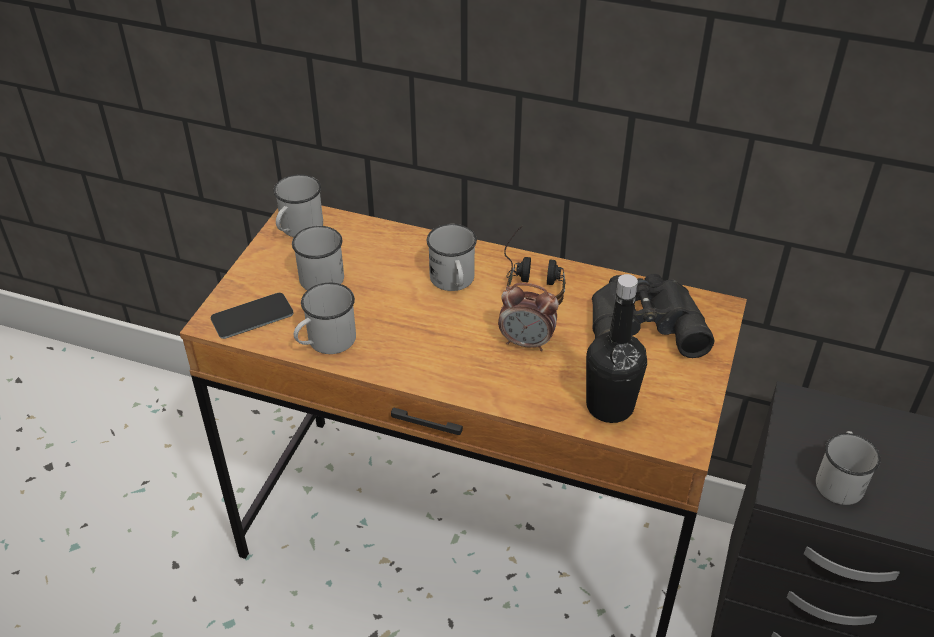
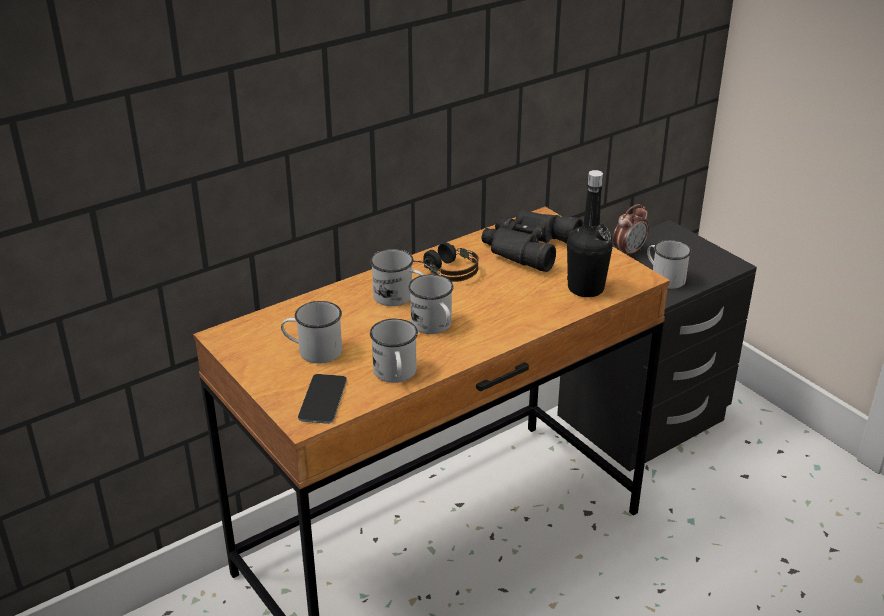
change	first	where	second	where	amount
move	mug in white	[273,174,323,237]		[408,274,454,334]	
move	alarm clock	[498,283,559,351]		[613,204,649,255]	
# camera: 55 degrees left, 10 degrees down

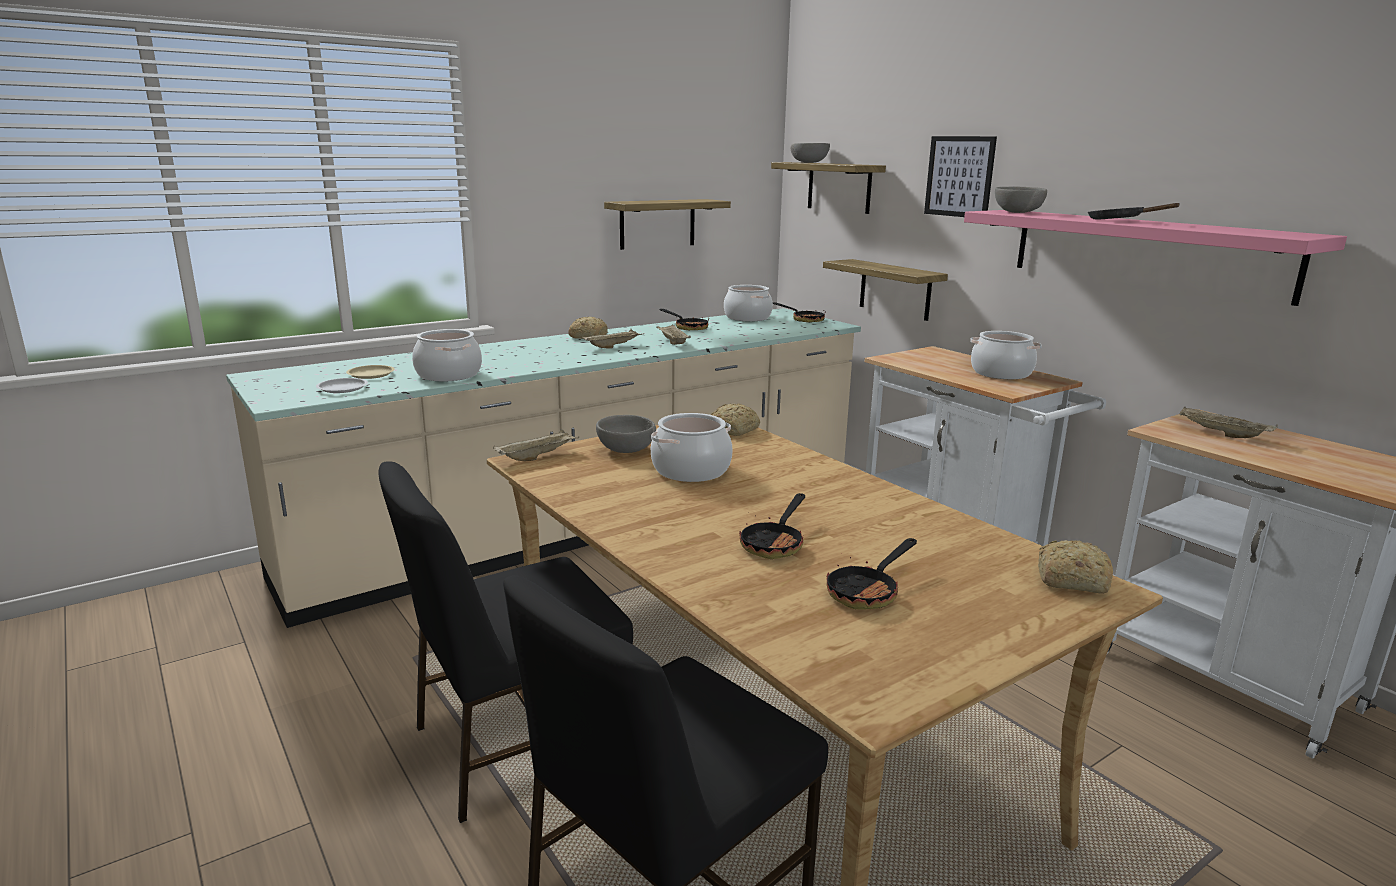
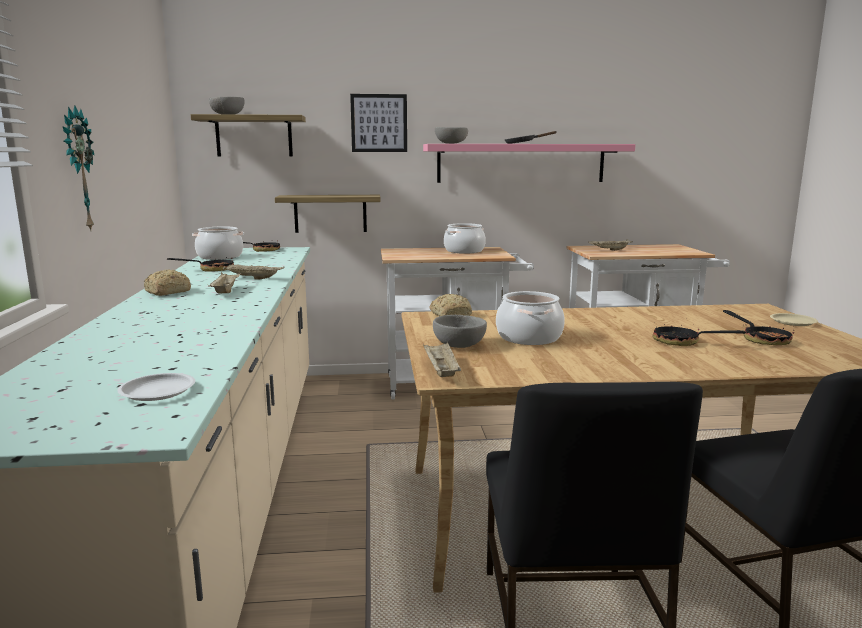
change	first	where	second	where	amount
delete	shelf	[604,199,731,250]			
delete	cooking pot	[412,329,482,381]			
move	plate in beige	[346,365,395,379]		[770,313,818,326]	
rotate	frying pan	[739,493,805,559]		[653,324,746,346]	150 degrees clockwise
delete	bread	[1038,540,1113,594]			
insert			wall clock	[62,105,94,230]	
# camera: 60 degrees left, 5 degrees down

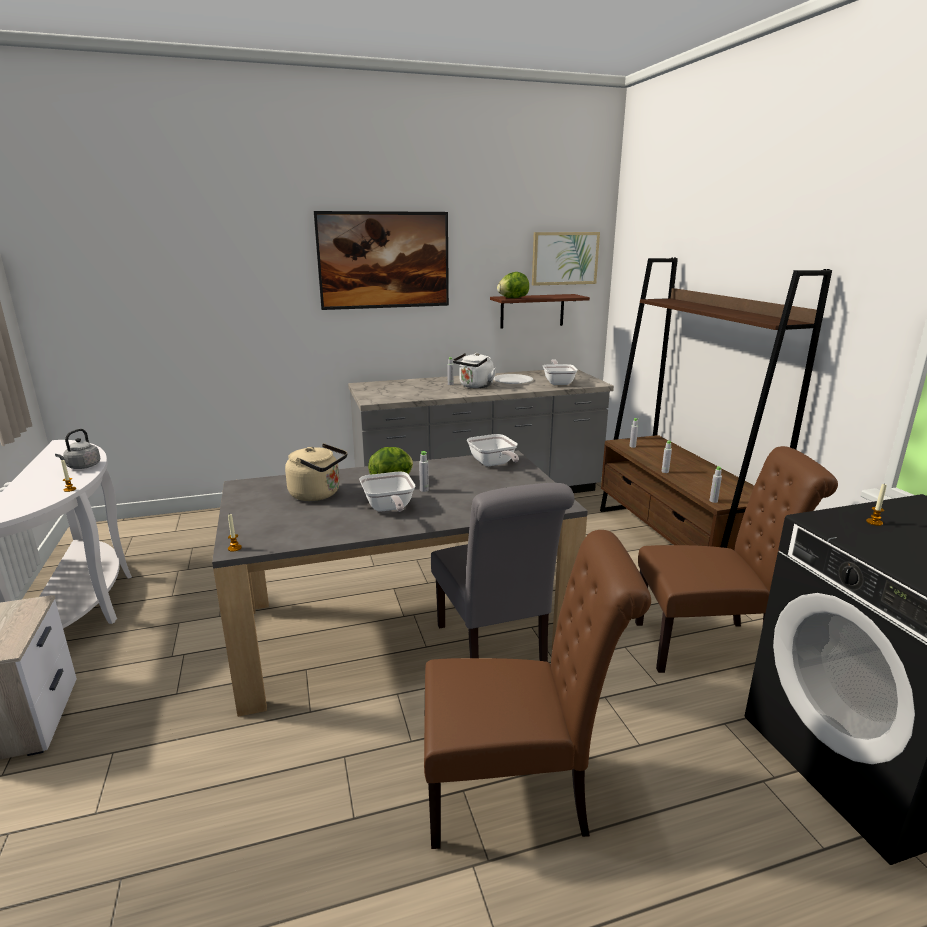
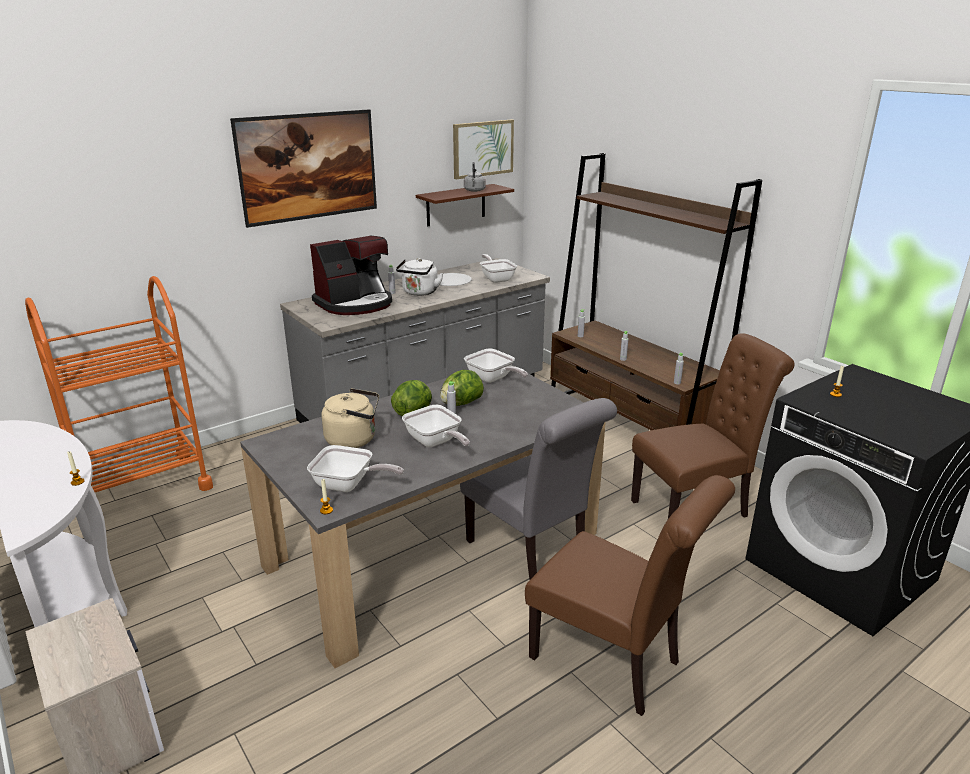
change	first	where	second	where	amount
move	lettuce	[497,272,529,298]		[440,370,484,406]	
move	kettle in grey	[55,429,100,469]		[464,162,486,192]	
rotate	chair in brown	[424,530,651,849]		[525,475,735,716]	60 degrees clockwise
insert			coffee machine	[310,236,392,315]	
insert			cart in orange	[25,276,213,492]	
insert			frying pan	[307,445,404,492]	
# camera: 20 degrees left, 5 degrees up

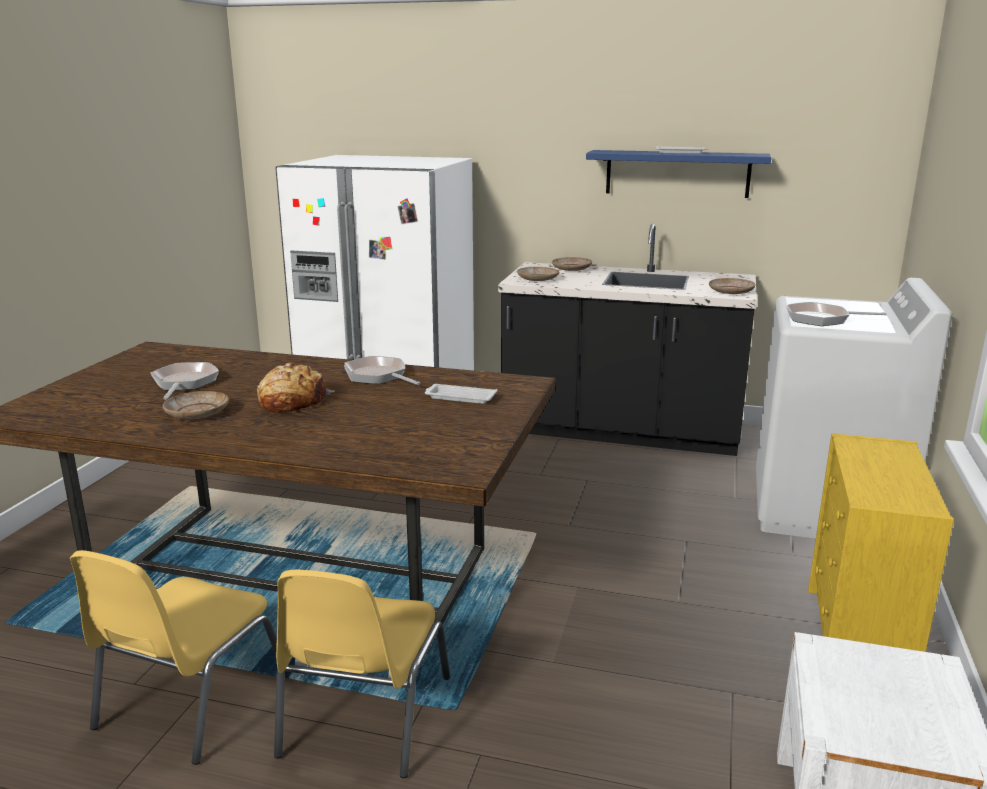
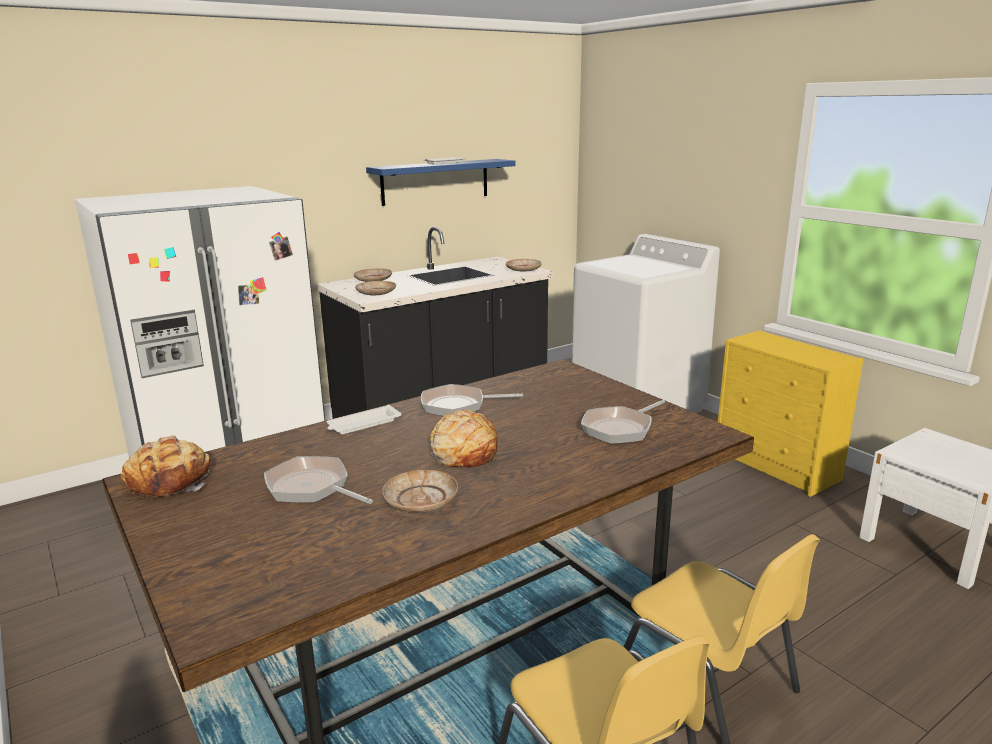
change	first	where	second	where	amount
move	frying pan	[786,302,887,326]		[581,400,665,444]	
move	tray in white	[425,384,497,404]		[326,405,401,434]	
insert			bread	[121,436,211,499]	
# camera: 50 degrees left, 0 degrees up

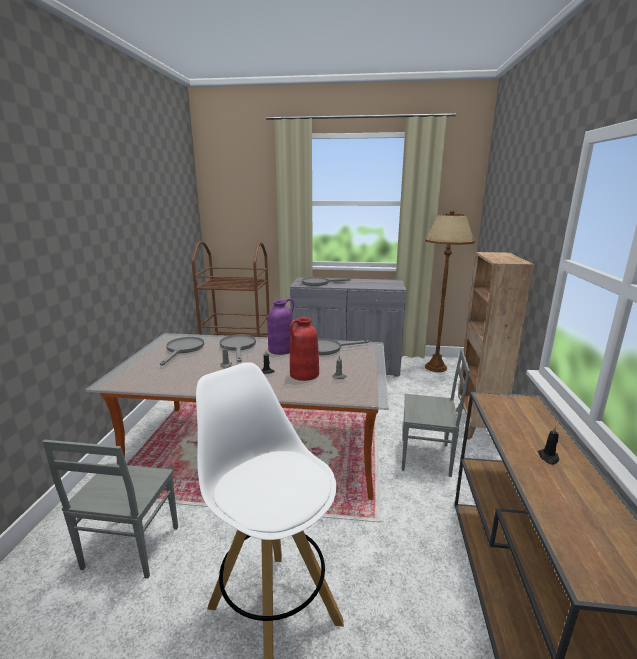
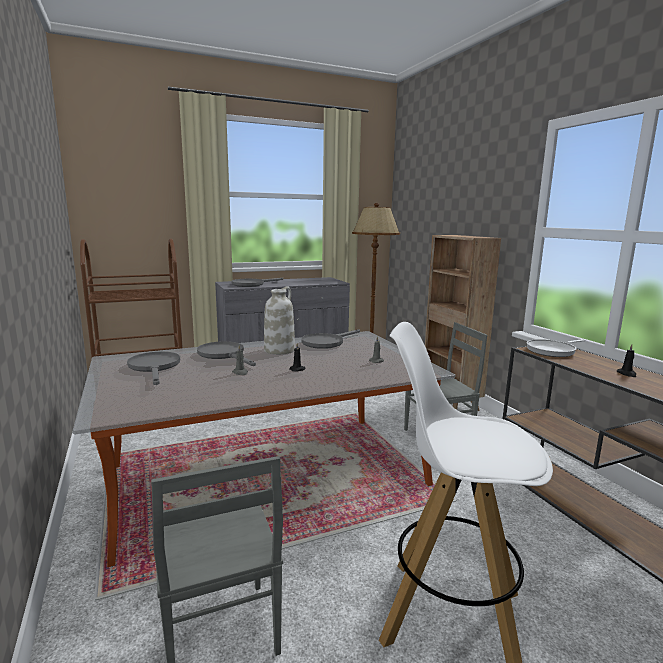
change	first	where	second	where	amount
recolor	vase in purple	[268,298,294,355]	vase in white	[264,286,295,355]	
delete	vase in red	[290,317,319,381]			
insert			frying pan	[527,339,586,357]	
# camera: 30 degrees left, 5 degrees down

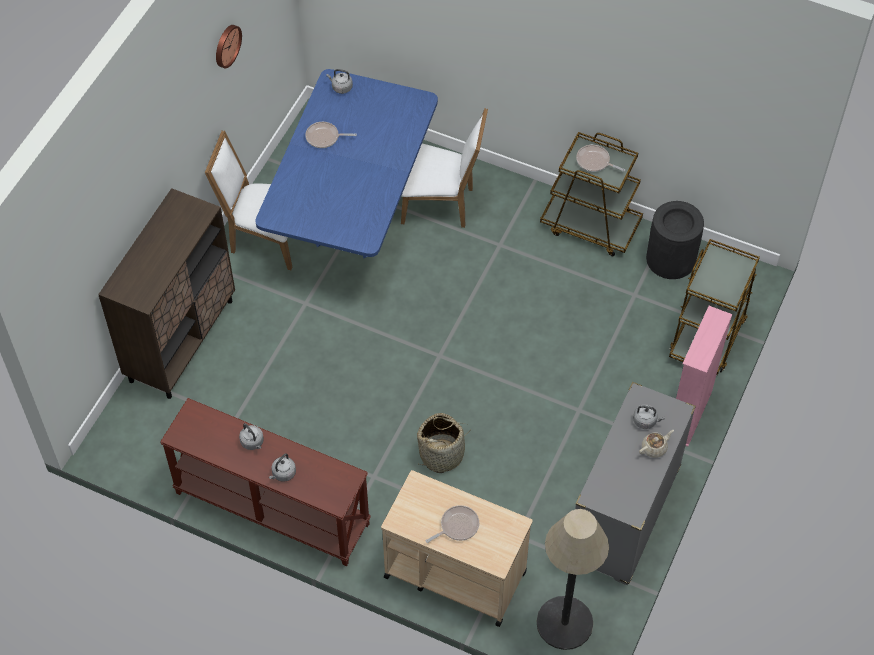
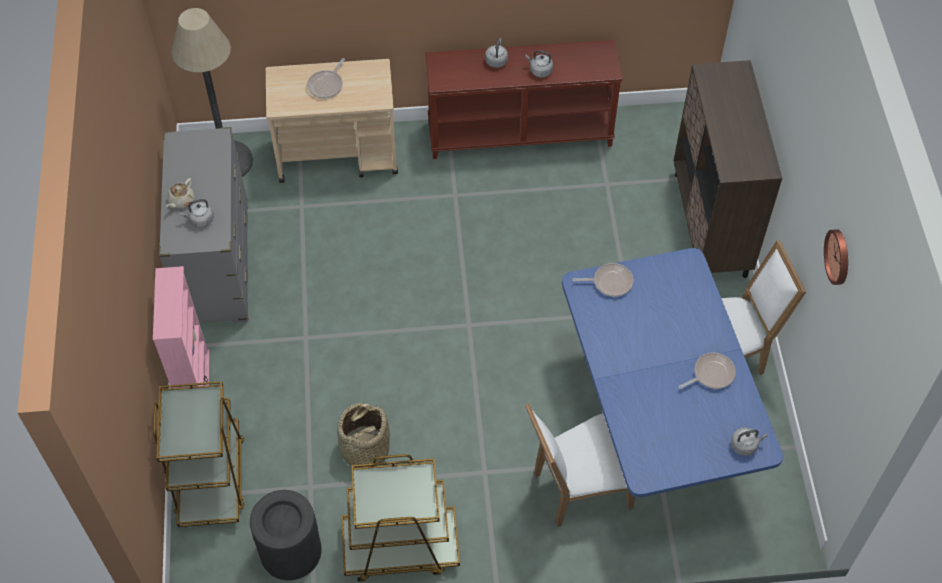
change	first	where	second	where	amount
move	frying pan	[576,145,625,172]		[572,263,633,297]	
move	basket	[417,413,469,473]		[337,403,390,472]	
# camera: 150 degrees right, 0 degrees up

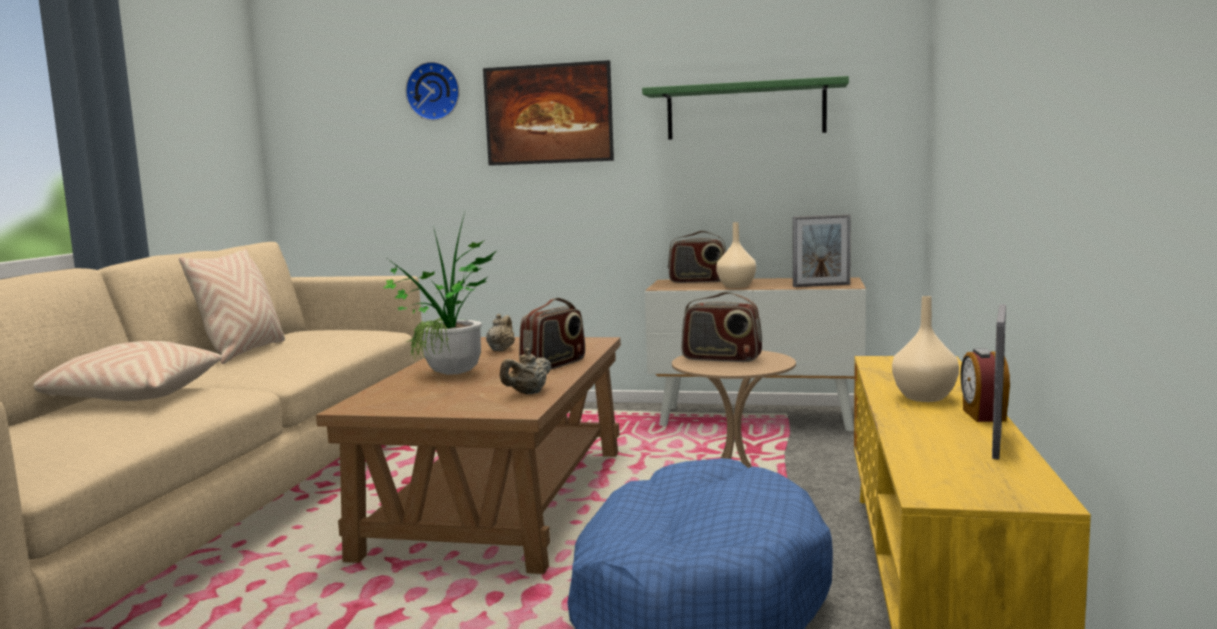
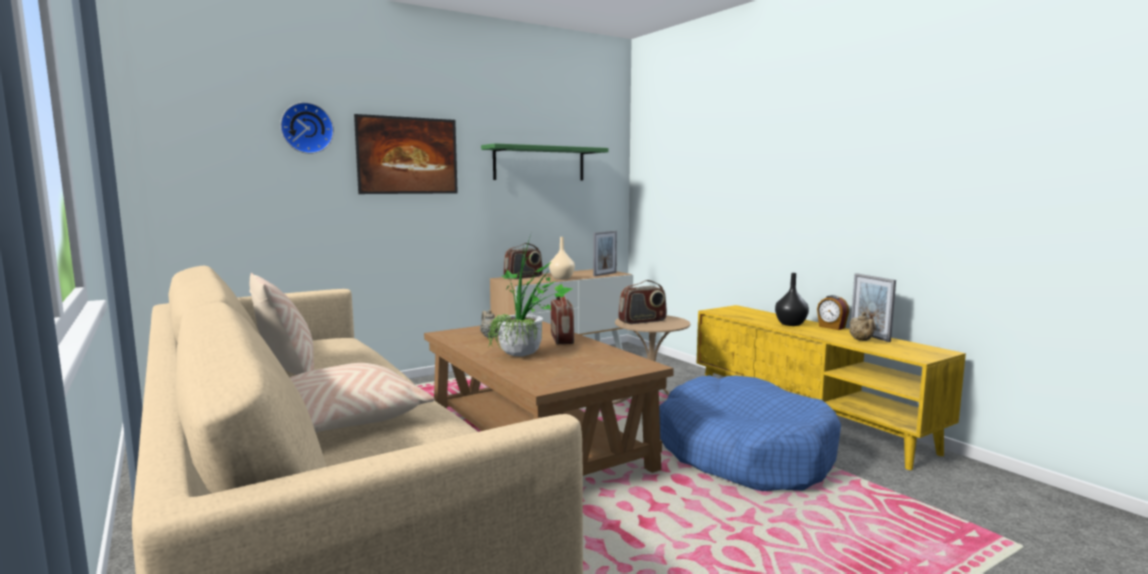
change	first	where	second	where	amount
recolor	vase in beige	[892,296,959,402]	vase in black	[775,273,809,326]	
move	teapot in beige	[500,349,551,394]		[849,312,874,341]	
# camera: 45 degrees left, 0 degrees up

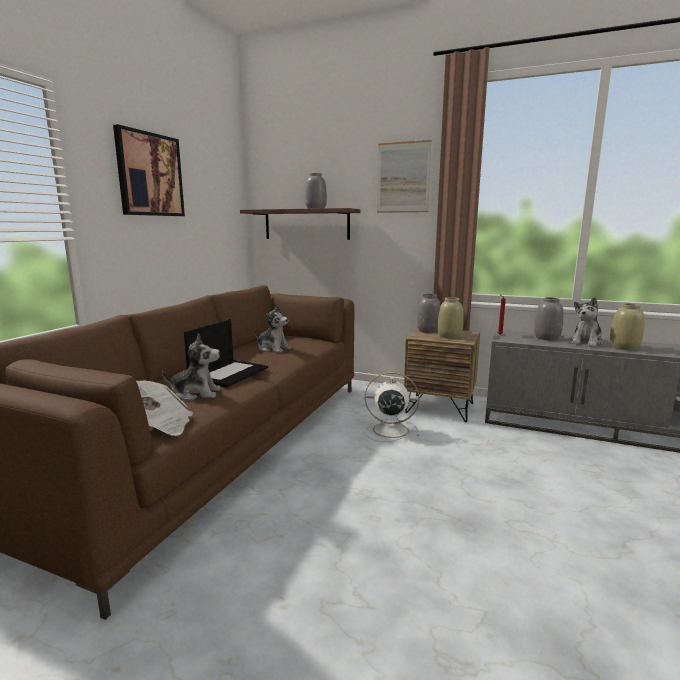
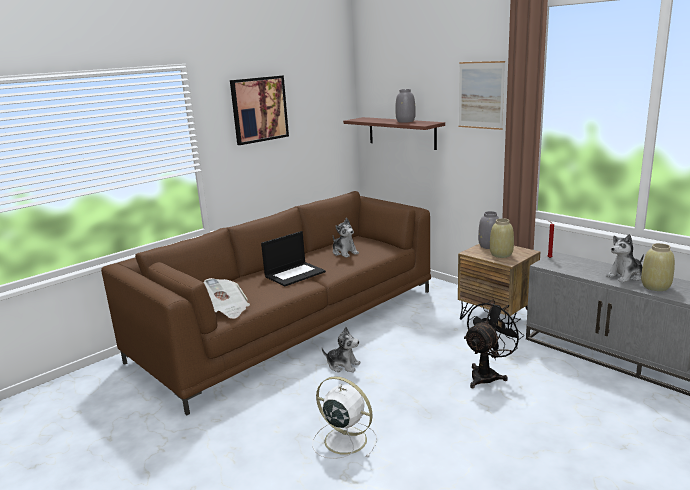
change	first	where	second	where	amount
delete	vase in grey	[534,297,564,341]			
move	plush toy	[162,334,221,400]		[322,327,360,373]	
move	fan in white	[364,372,419,442]		[312,376,377,459]	
insert			fan in black	[464,299,524,388]	
# camera: 25 degrees right, 5 degrees up

